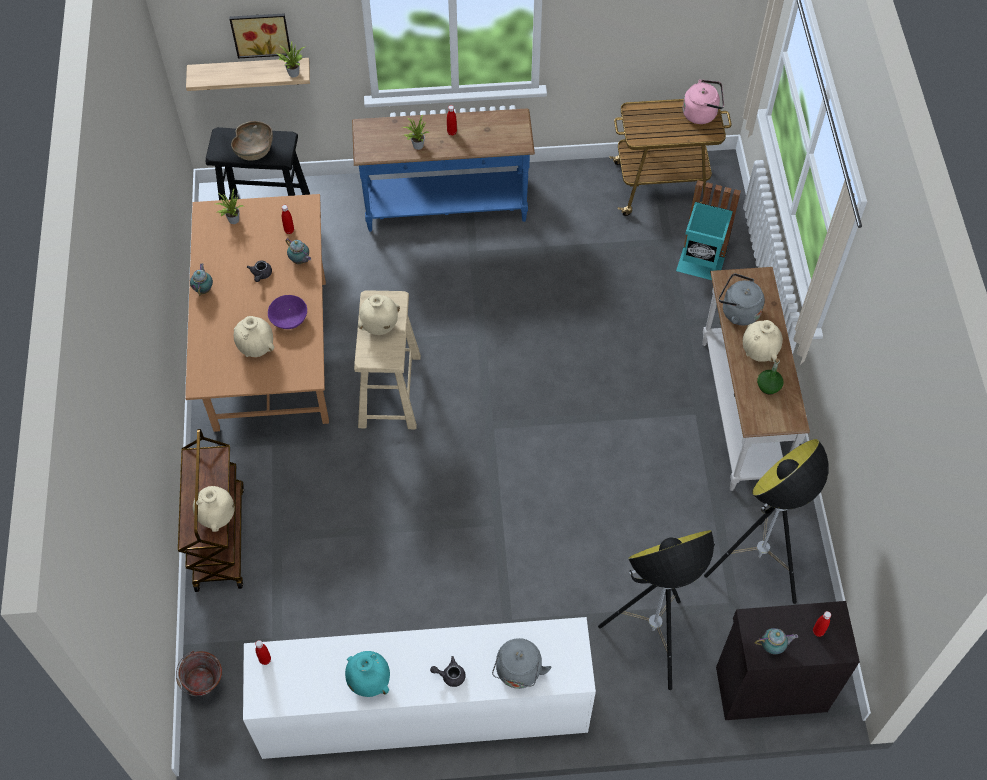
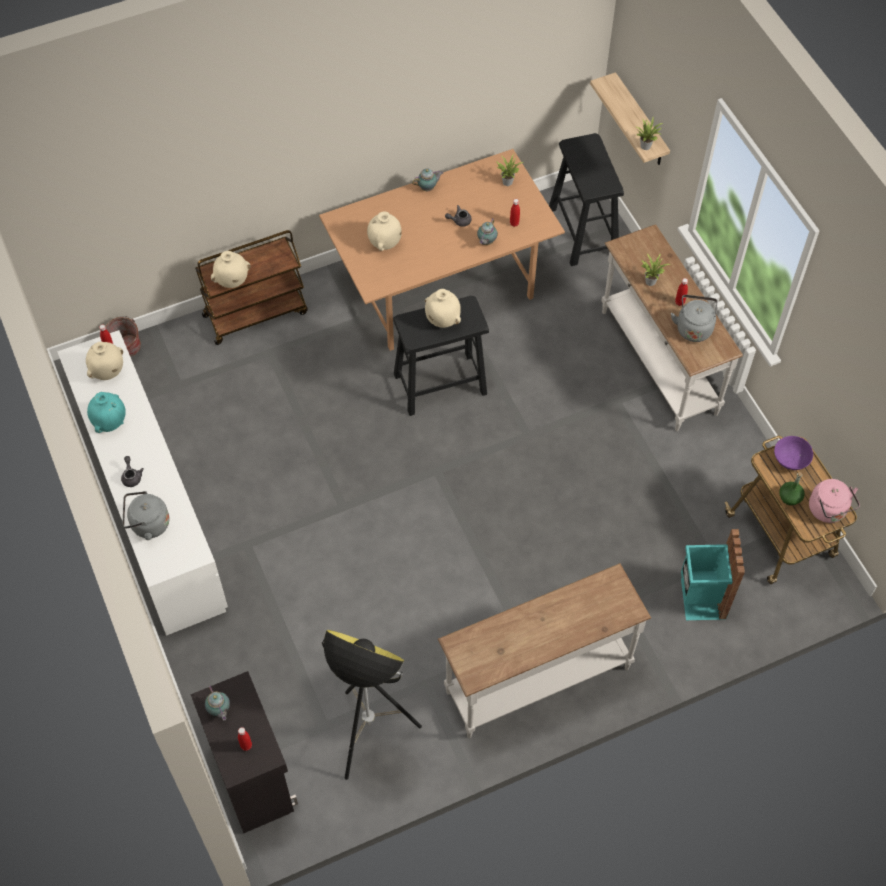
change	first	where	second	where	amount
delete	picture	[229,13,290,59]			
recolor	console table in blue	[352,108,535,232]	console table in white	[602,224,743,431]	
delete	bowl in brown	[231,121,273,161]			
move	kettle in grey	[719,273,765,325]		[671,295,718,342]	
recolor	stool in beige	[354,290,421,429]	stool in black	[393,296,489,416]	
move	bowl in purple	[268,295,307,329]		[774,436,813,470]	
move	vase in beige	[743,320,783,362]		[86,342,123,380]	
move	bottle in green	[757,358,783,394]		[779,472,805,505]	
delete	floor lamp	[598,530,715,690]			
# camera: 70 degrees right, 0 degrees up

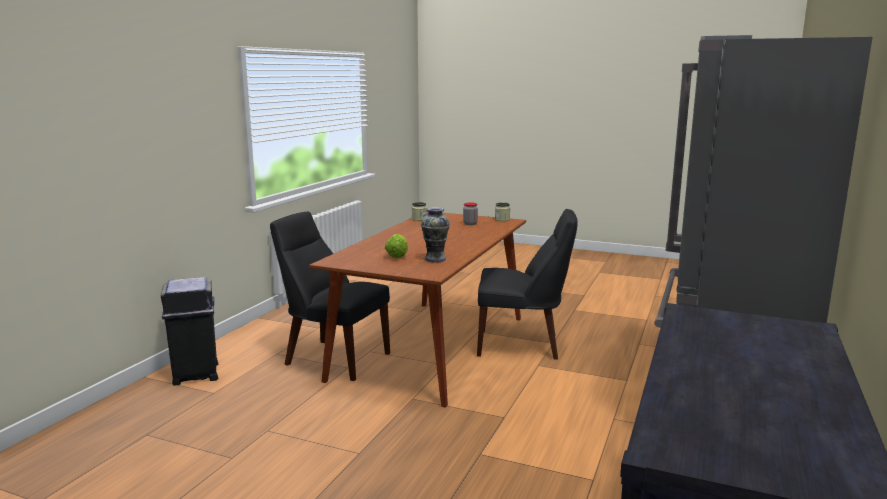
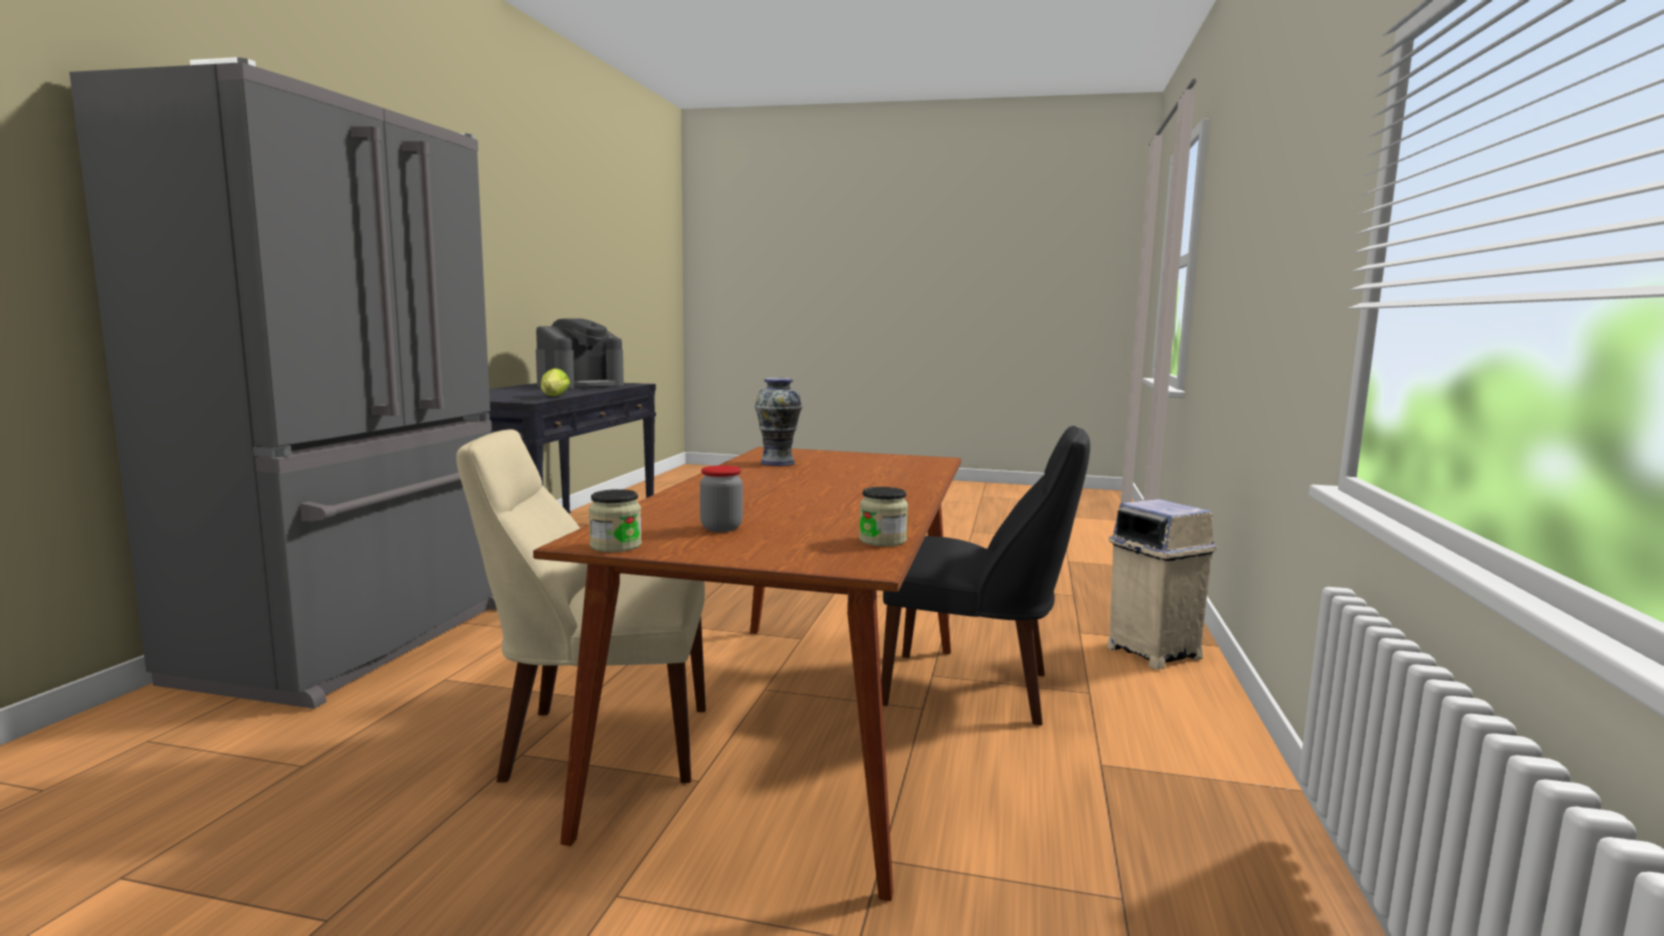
change	first	where	second	where	amount
recolor	chair in black	[477,209,578,360]	chair in beige	[456,429,706,783]	
move	lettuce	[385,234,408,259]		[541,368,570,396]	
recolor	trash can in black	[161,277,218,386]	trash can in beige	[1107,499,1218,670]	
insert			coffee machine	[536,318,624,389]	
# camera: 170 degrees right, 5 degrees down

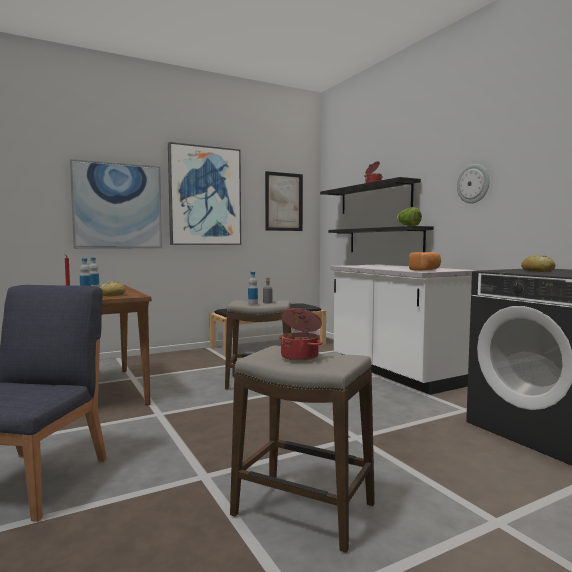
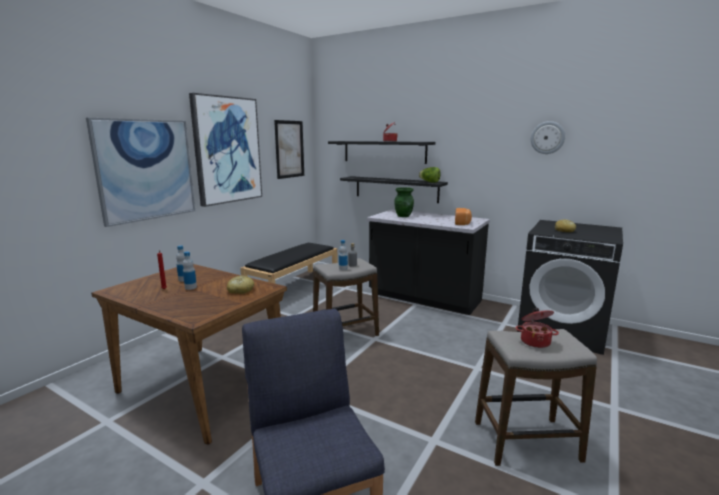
change	first	where	second	where	amount
move	wall clock	[457,164,489,204]		[531,121,565,154]	
recolor	counter in white	[331,264,477,395]	counter in black	[367,209,490,315]	
insert			vase in green	[394,187,414,217]	
# camera: 30 degrees left, 10 degrees up

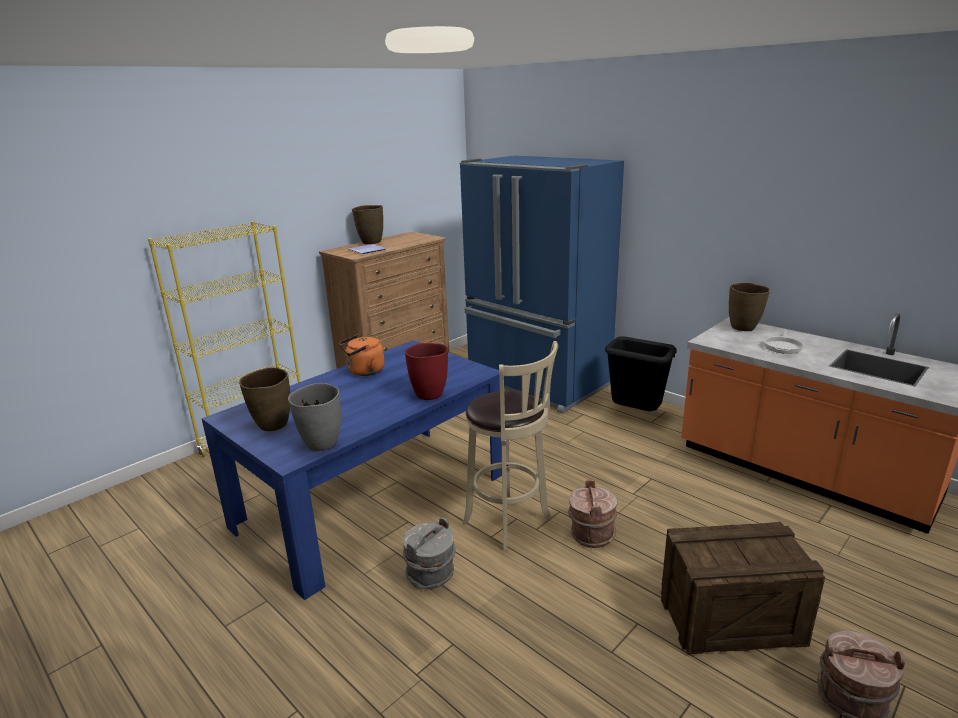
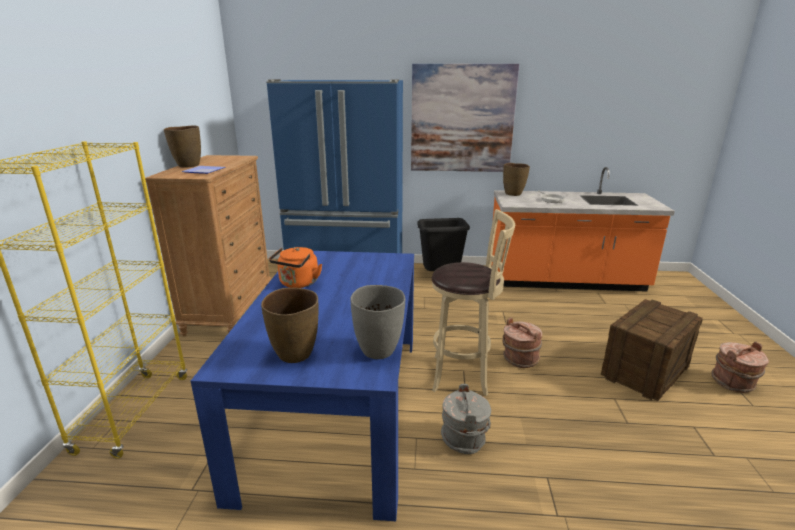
change	first	where	second	where	amount
delete	vase in red	[405,343,448,400]			
insert			picture	[411,64,519,172]	
# camera: 40 degrees left, 0 degrees up

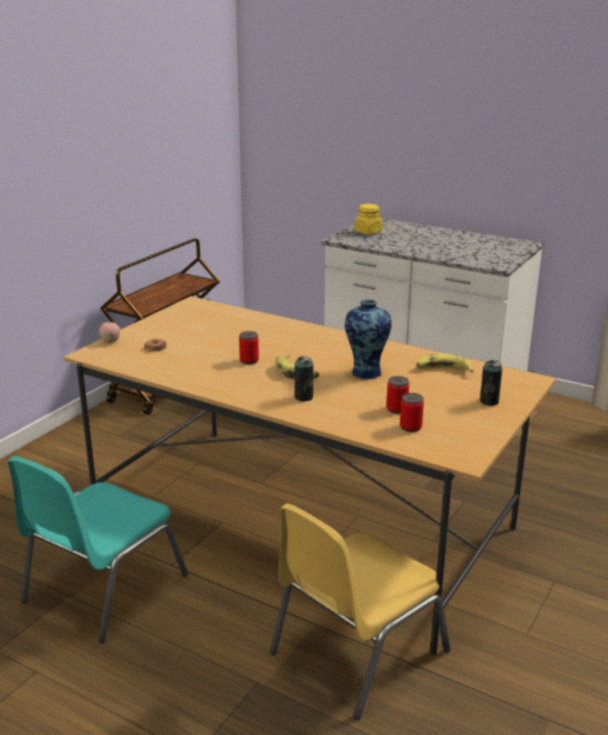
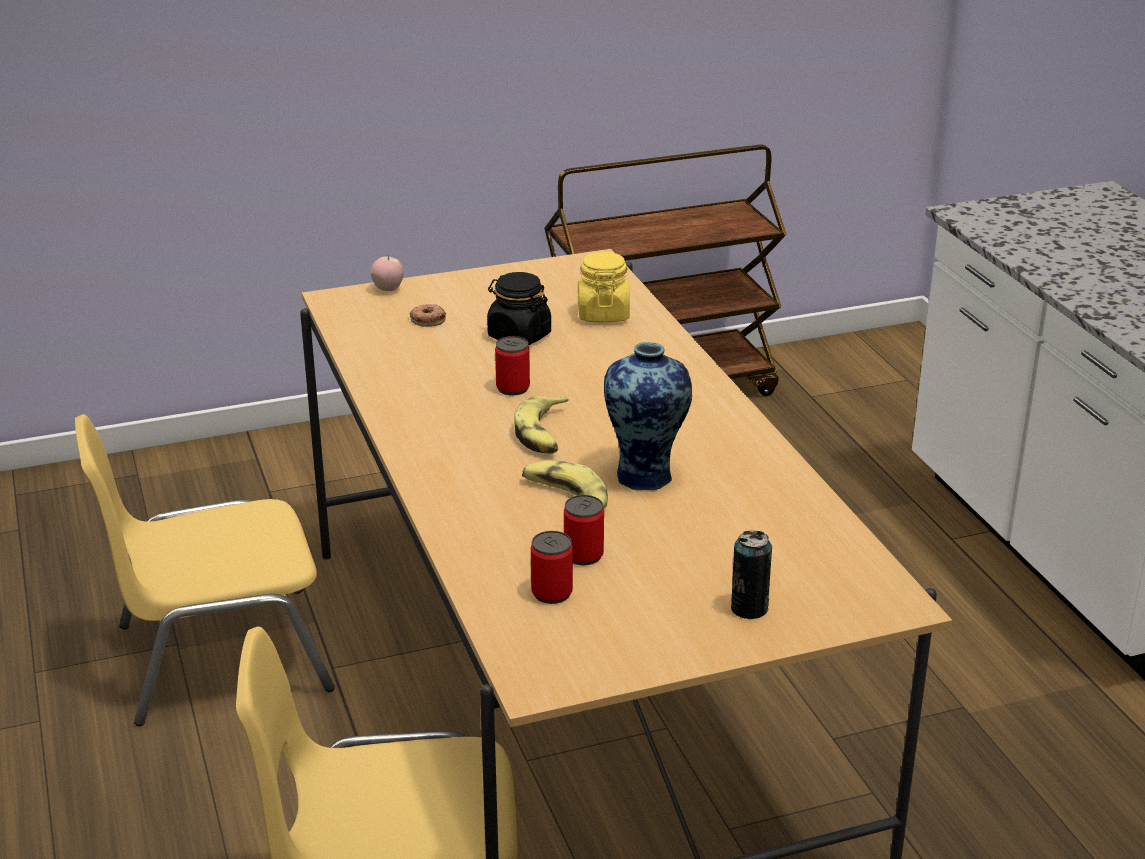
change	first	where	second	where	amount
move	jar in yellow	[354,204,383,235]		[578,252,630,323]	
move	banana	[416,353,474,372]		[522,461,608,509]	
delete	can	[295,356,313,401]			
recolor	chair in turquoise	[7,456,188,643]	chair in yellow	[75,414,335,726]	
insert			jar in black	[487,272,551,345]	
# camera: 40 degrees right, 5 degrees up

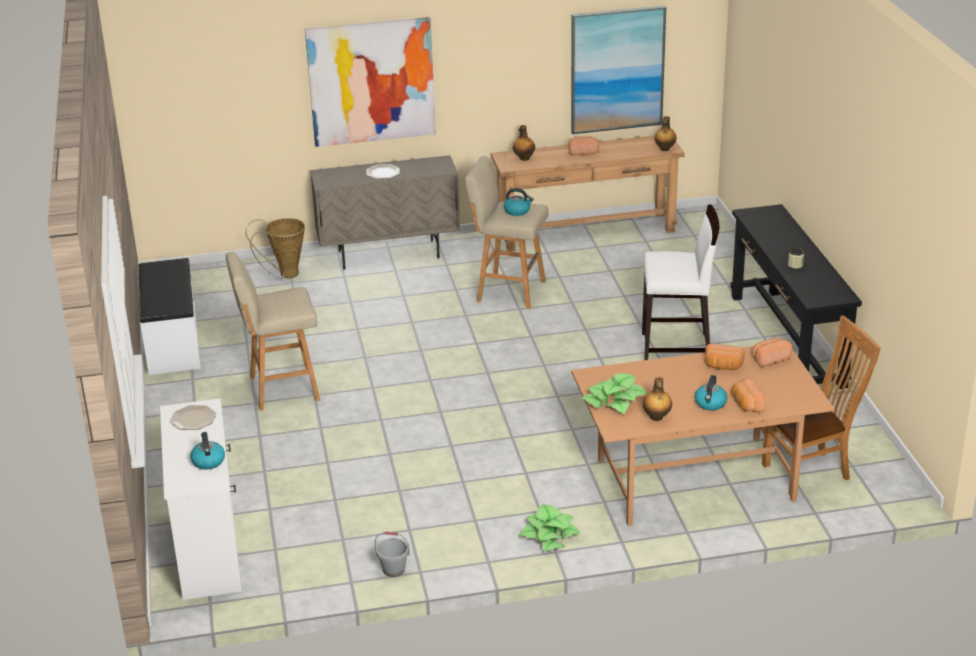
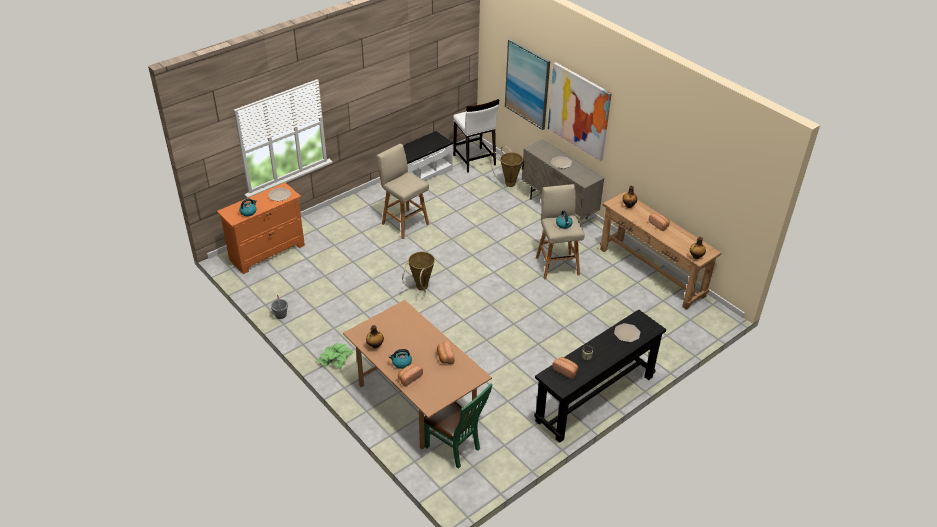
change	first	where	second	where	amount
move	picture	[571,5,666,134]		[505,39,550,130]	
move	stool in white	[642,204,719,360]		[453,99,499,173]	
recolor	chair in brown	[762,315,881,496]	chair in green	[424,383,492,469]	
move	bread	[752,338,793,367]		[552,357,578,379]	
delete	potted plant	[581,373,647,414]			
recolor	dresser in white	[160,398,242,600]	dresser in orange	[217,182,305,274]	
insert			basket	[402,252,435,292]	
insert			plate	[614,323,640,342]	
# camera: 60 degrees right, 10 degrees up

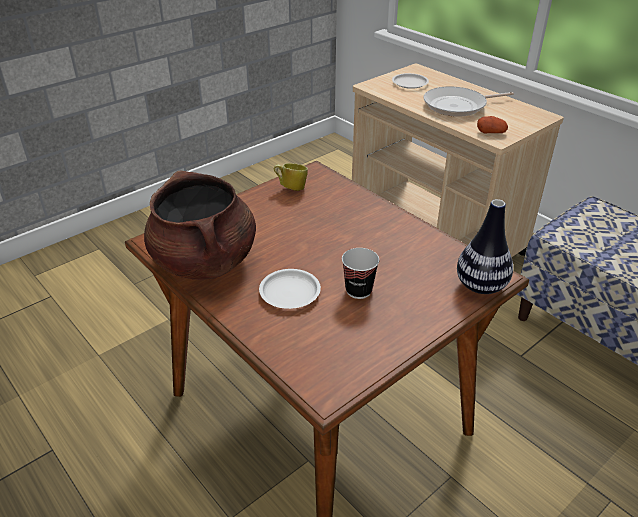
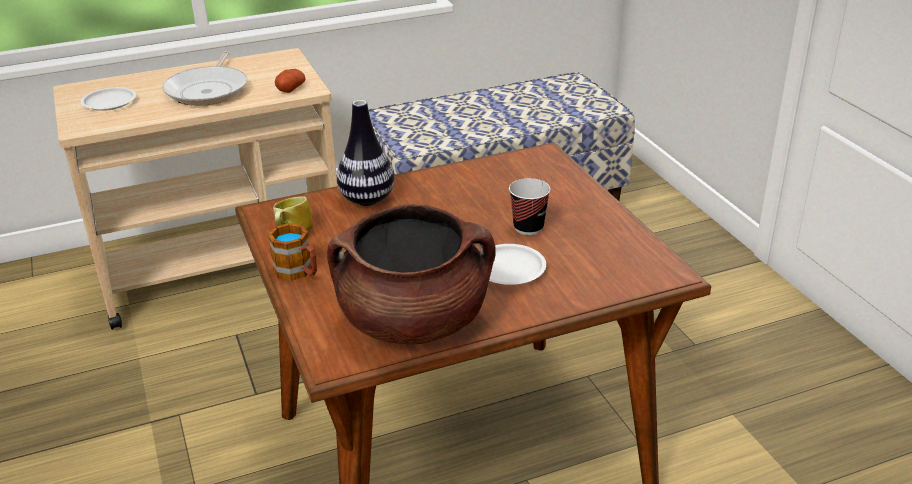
change	first	where	second	where	amount
move	vase	[457,199,513,294]		[337,100,395,206]	
insert			mug	[268,223,317,281]	
# camera: 70 degrees left, 5 degrees down

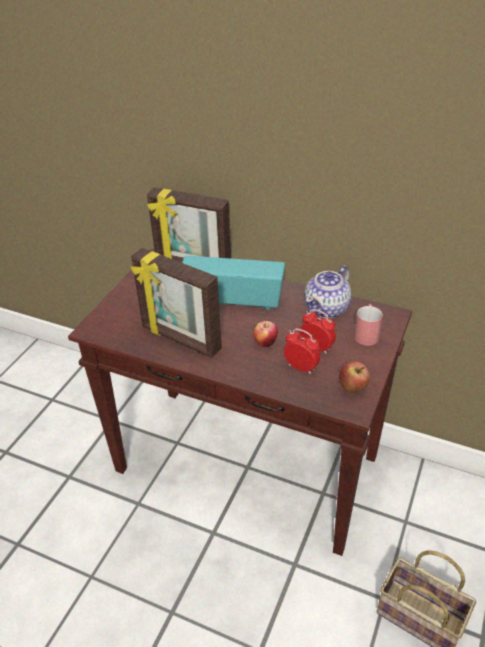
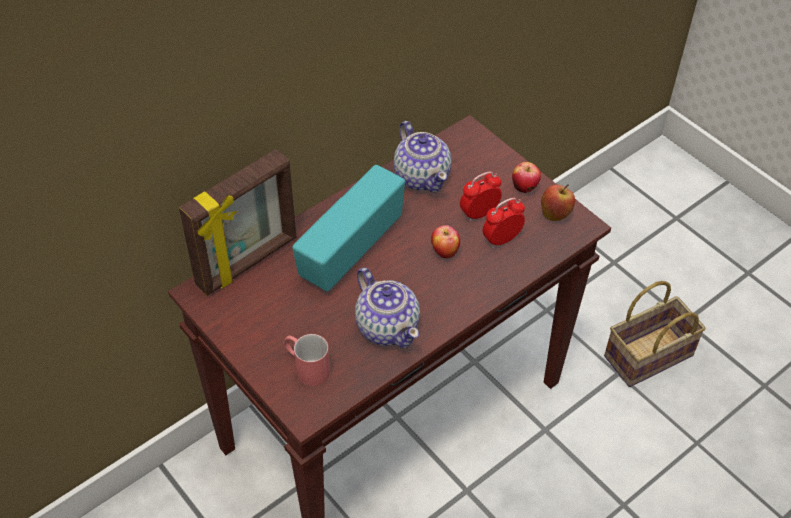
change	first	where	second	where	amount
replace	picture frame	[131,248,222,358]	teapot	[355,268,420,348]	
move	mug in red	[354,304,383,346]		[283,334,330,386]	
insert			apple	[512,162,541,193]	
# camera: 65 degrees left, 10 degrees up

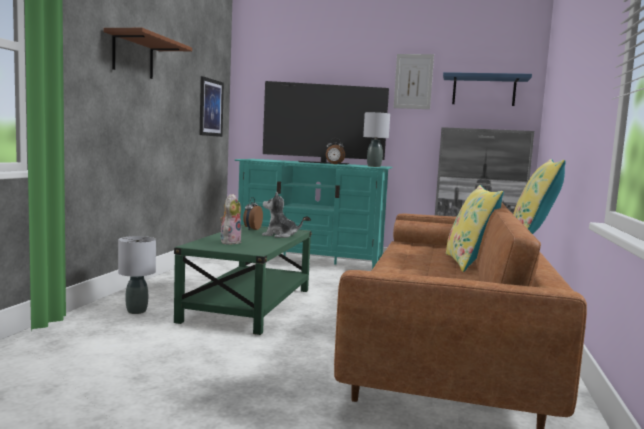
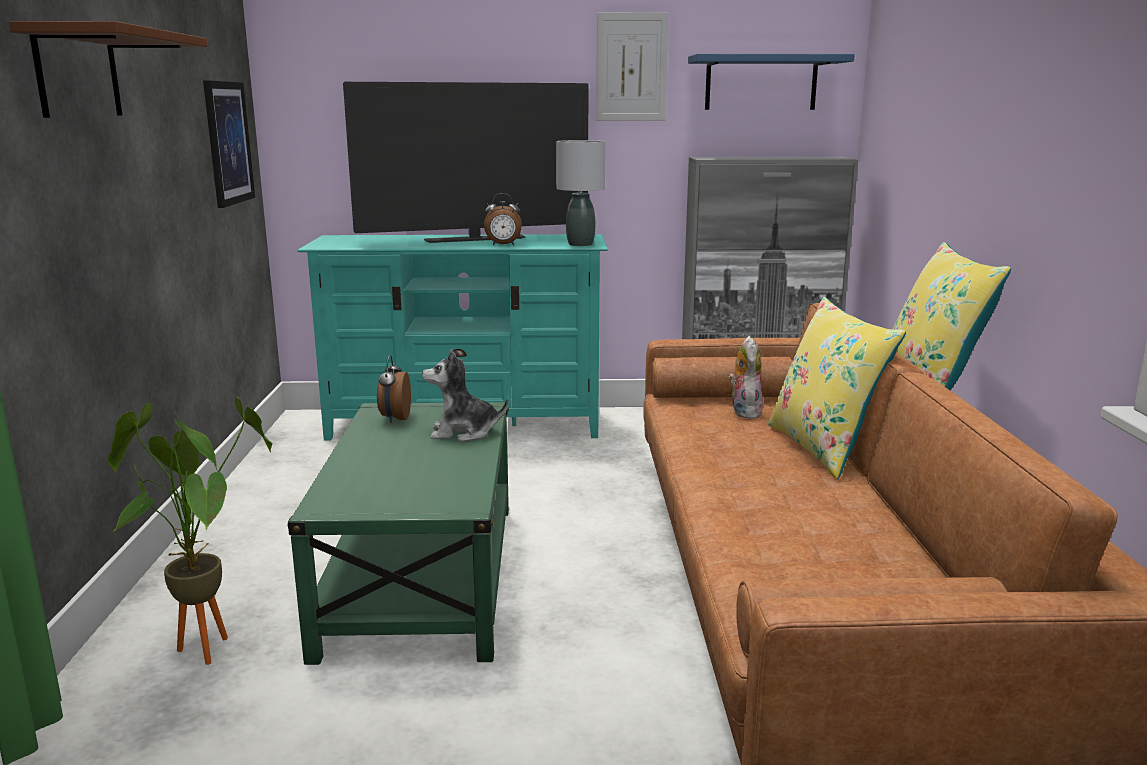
change	first	where	second	where	amount
move	plush toy	[220,194,241,245]		[728,336,763,419]	
replace	table lamp in grey	[118,236,156,314]	potted plant	[107,397,272,665]	
# camera: 15 degrees left, 10 degrees up

